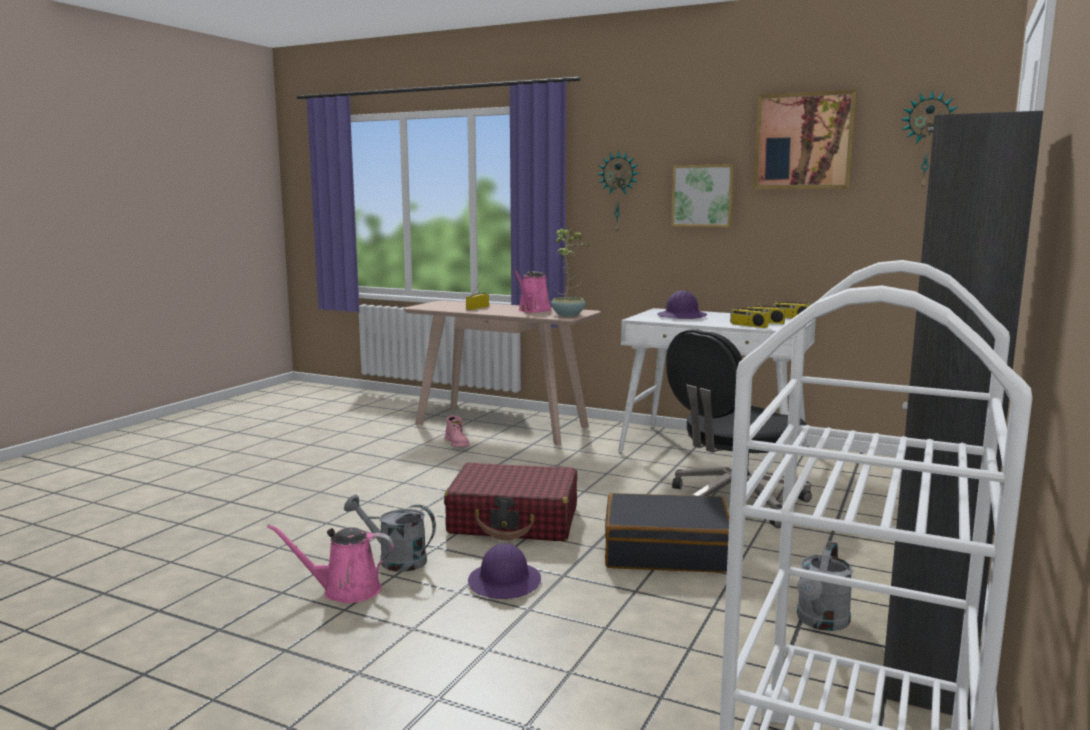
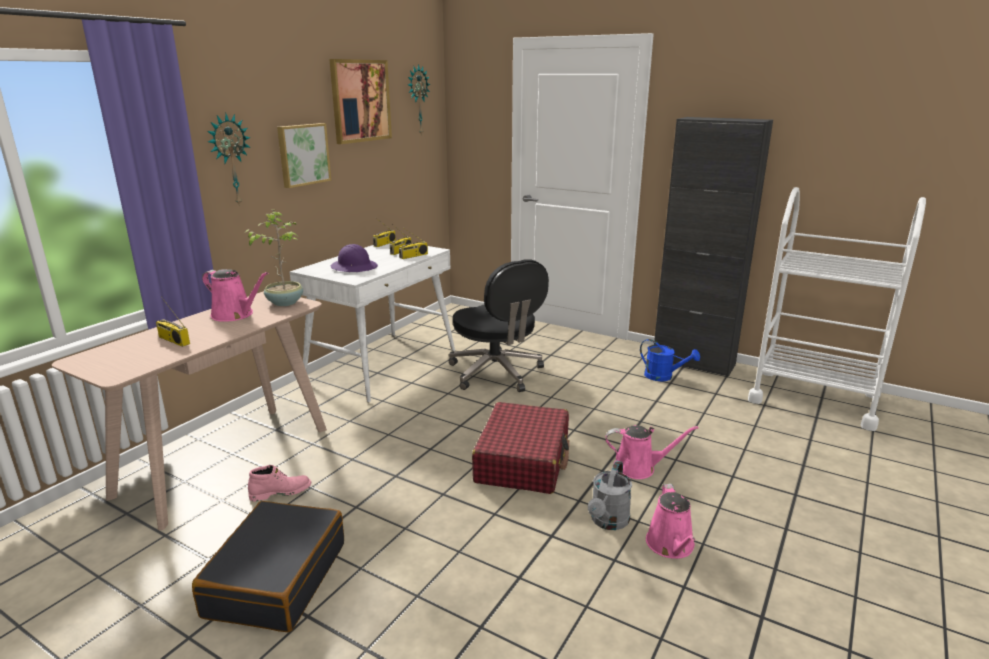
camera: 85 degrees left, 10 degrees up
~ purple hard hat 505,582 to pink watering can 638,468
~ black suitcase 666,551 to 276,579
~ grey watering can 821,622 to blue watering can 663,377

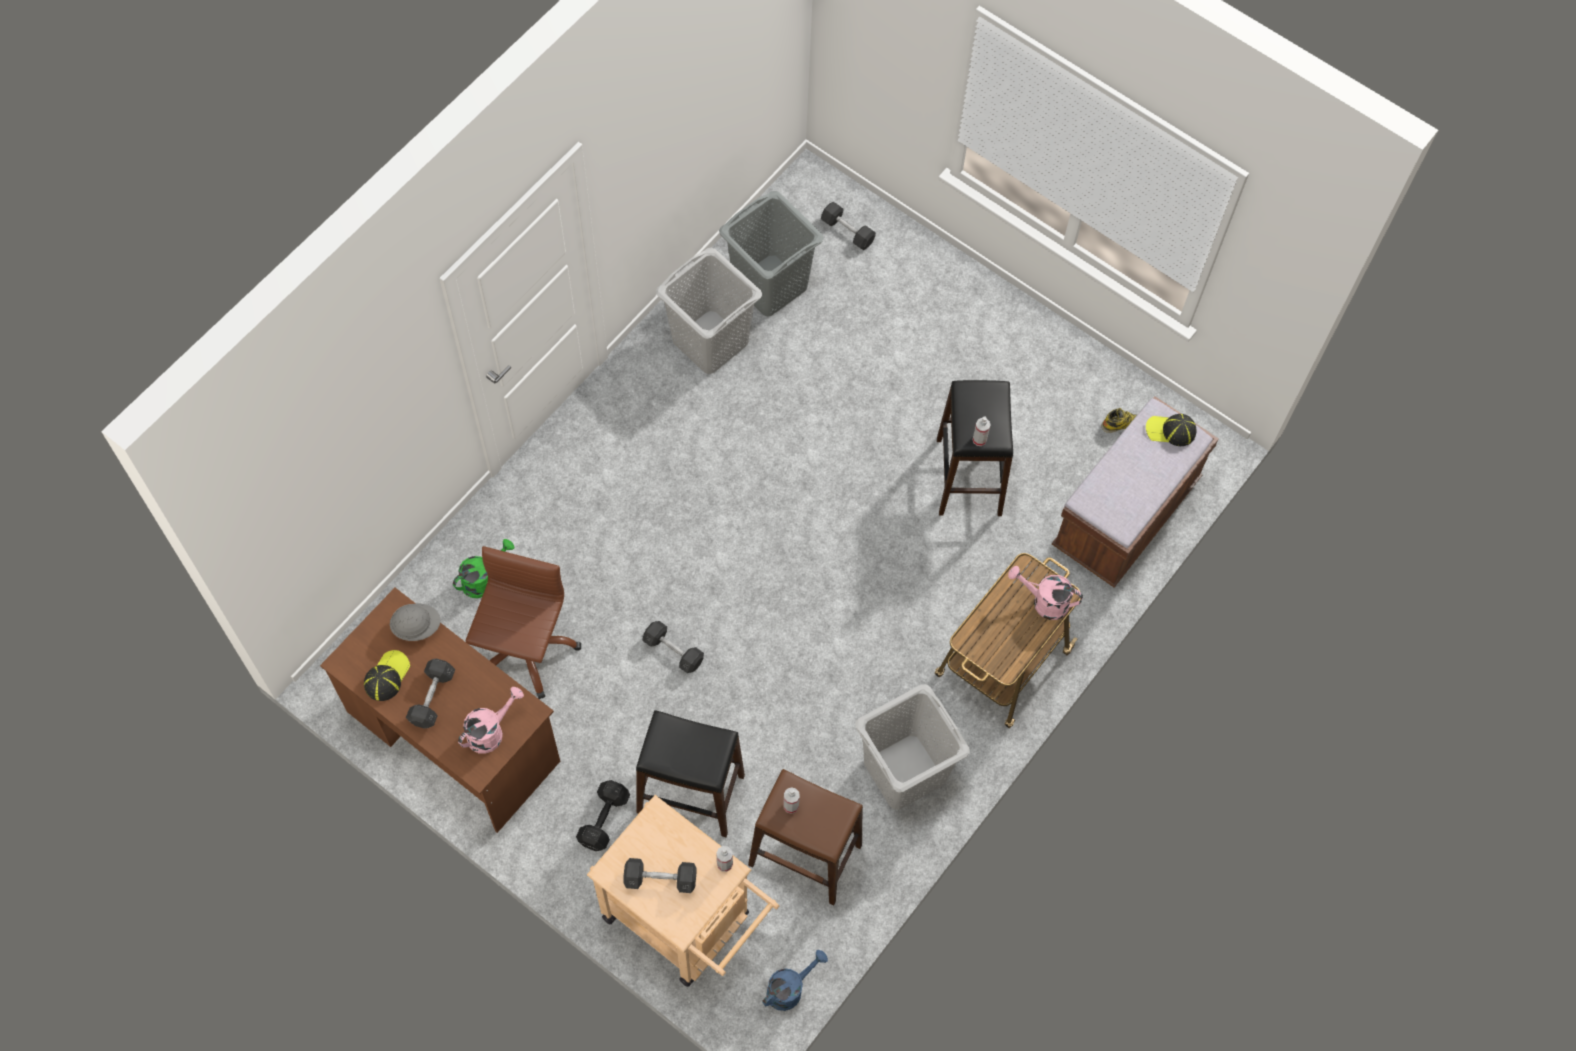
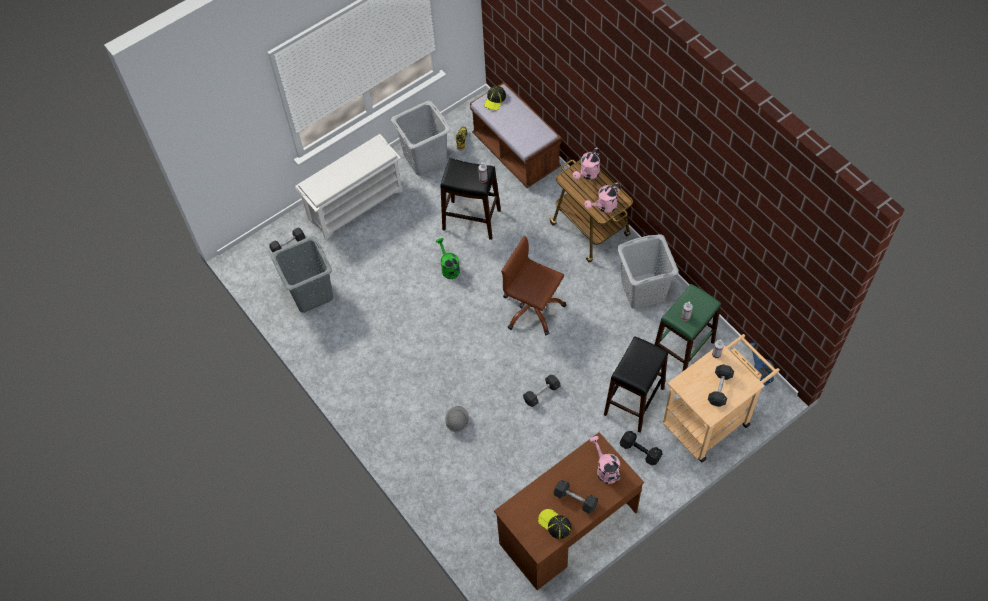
camera: 70 degrees left, 5 degrees down
~ grey hard hat 417,626 to 457,422
~ green watering can 483,579 to 449,267
~ brown office chair 524,649 to 532,309
~ grey laundry basket 710,342 to 425,159
~ brown stool 805,855 to green stool 682,349
+ white shoe rack 356,204
+ pink watering can 604,207

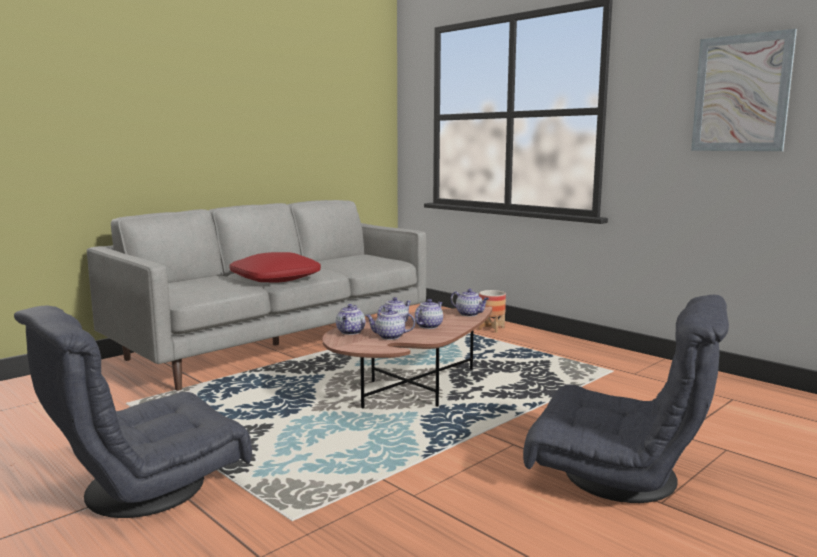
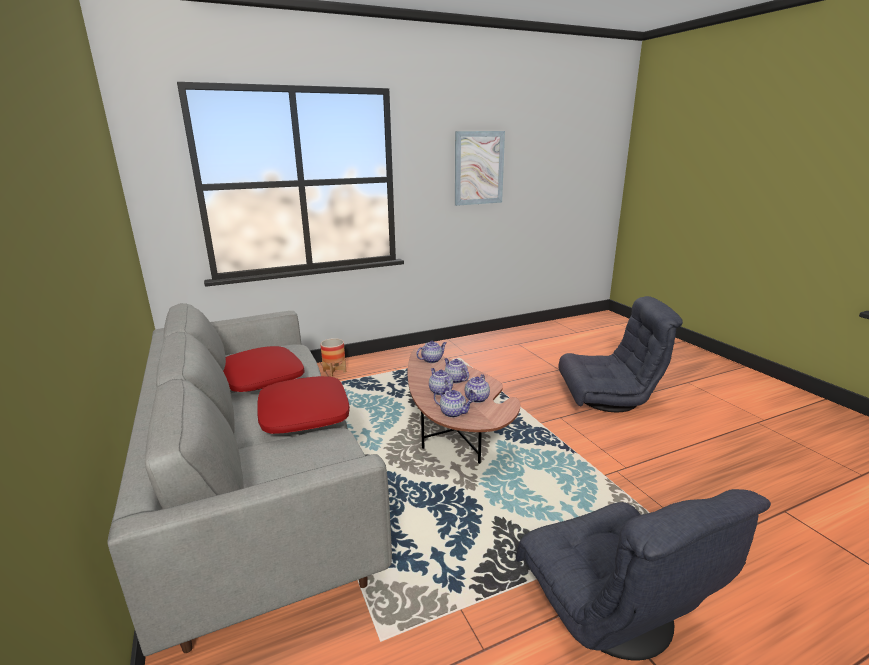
camera: 70 degrees left, 10 degrees up
~ grey armchair 618,478 = 608,399 45 degrees clockwise
+ red pillow 261,378

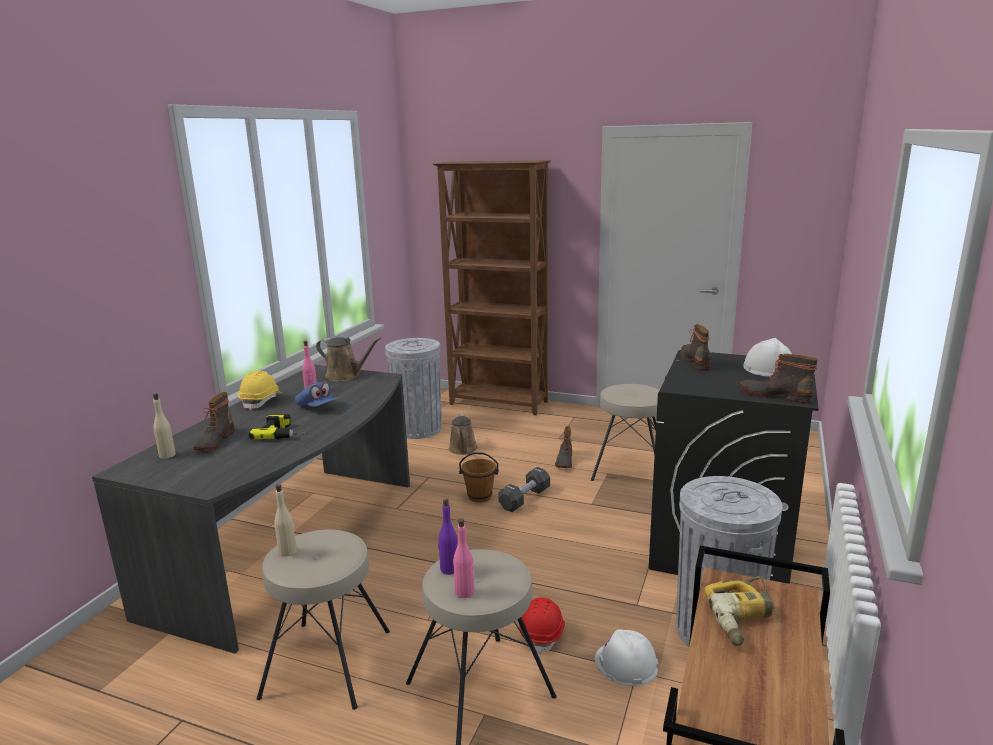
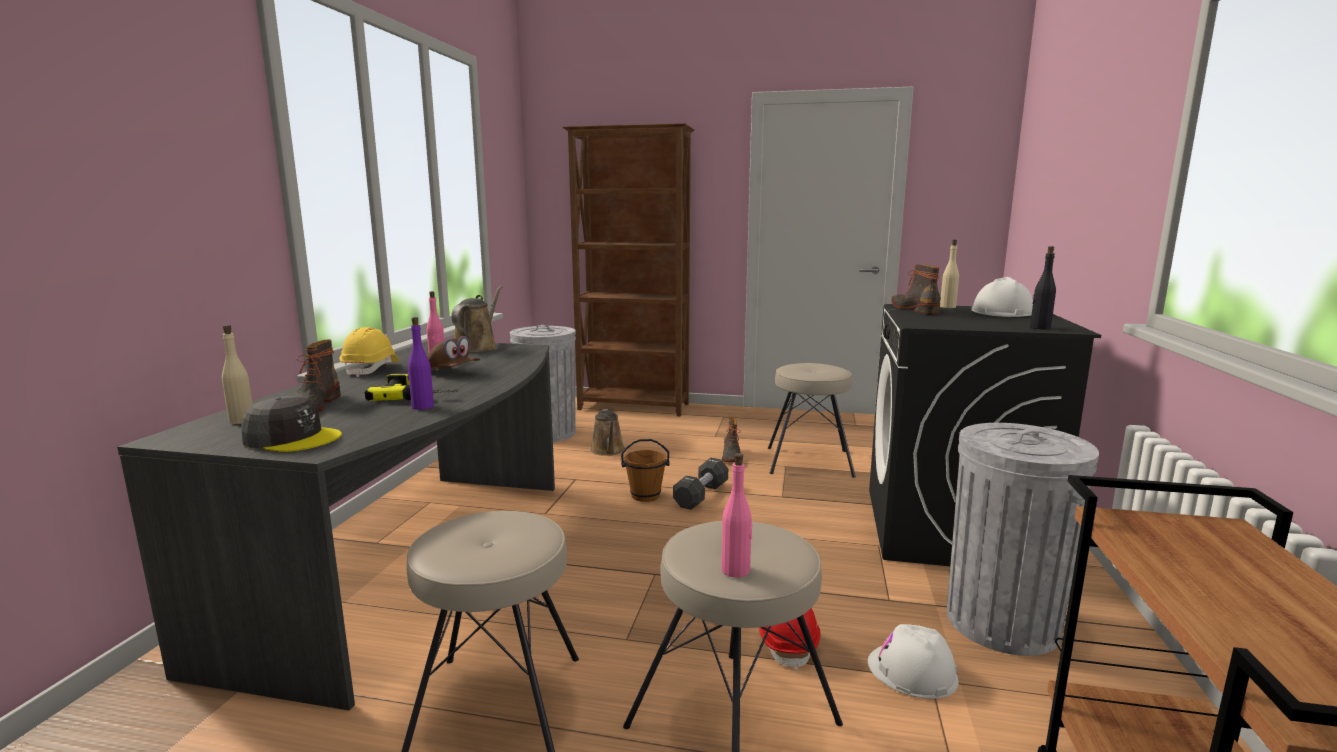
camera: 10 degrees left, 5 degrees down
~ beige bottle 288,551 to 947,307
~ blue cap 317,407 to brown cap 451,372
~ brown watering can 345,376 = 477,347 90 degrees counterclockwise
~ purple bottle 449,569 to 422,406
- power drill 744,618
~ boot 775,395 to black bottle 1039,327
+ grey cap 292,438

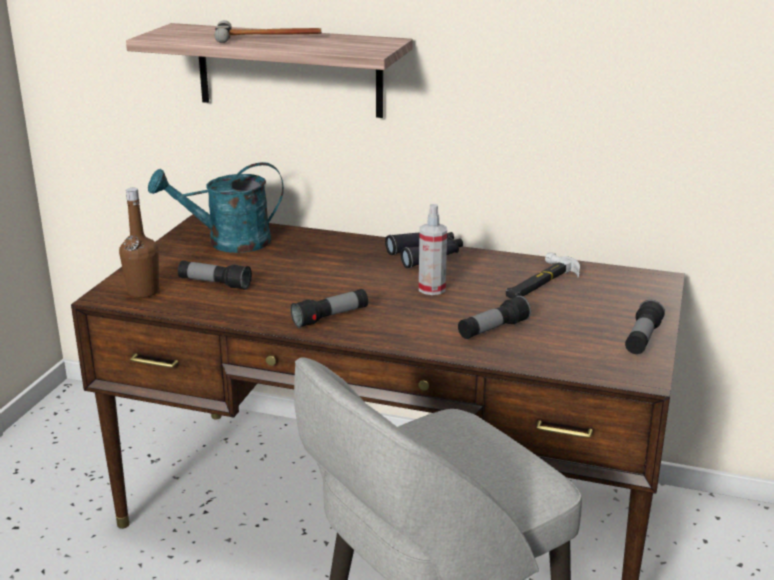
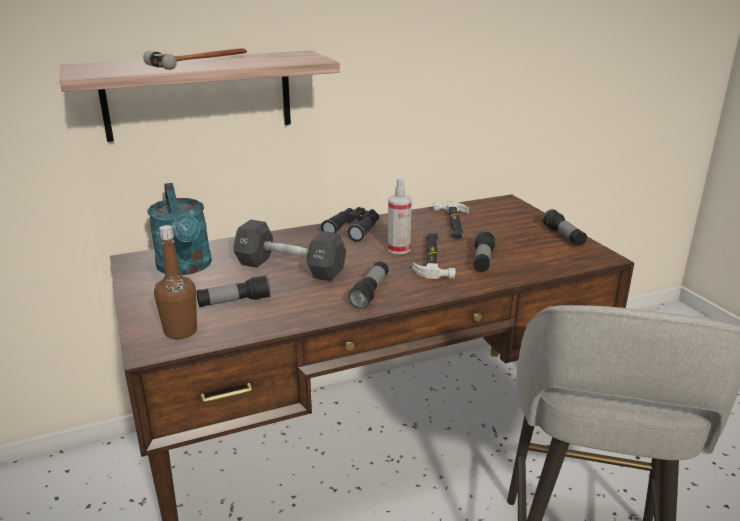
camera: 40 degrees left, 0 degrees up
~ turquoise watering can 228,242 = 186,267 60 degrees counterclockwise
+ black dumbbell 290,268
+ hammer 433,259

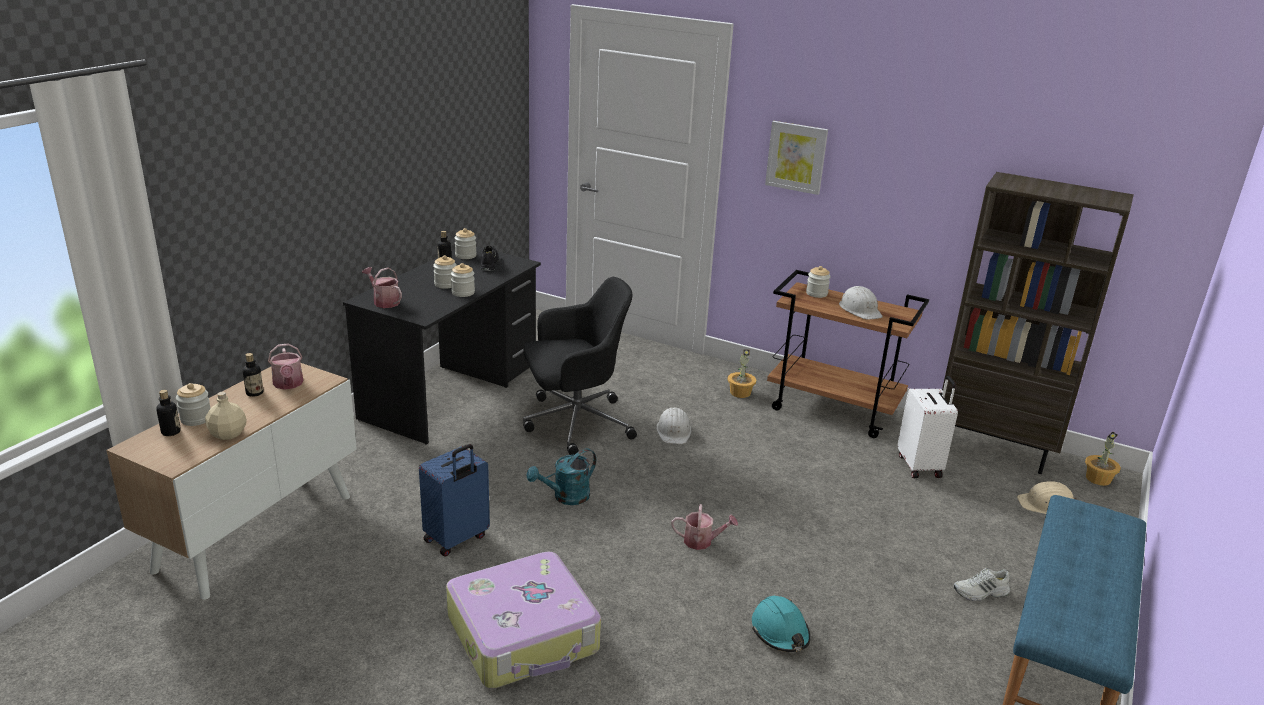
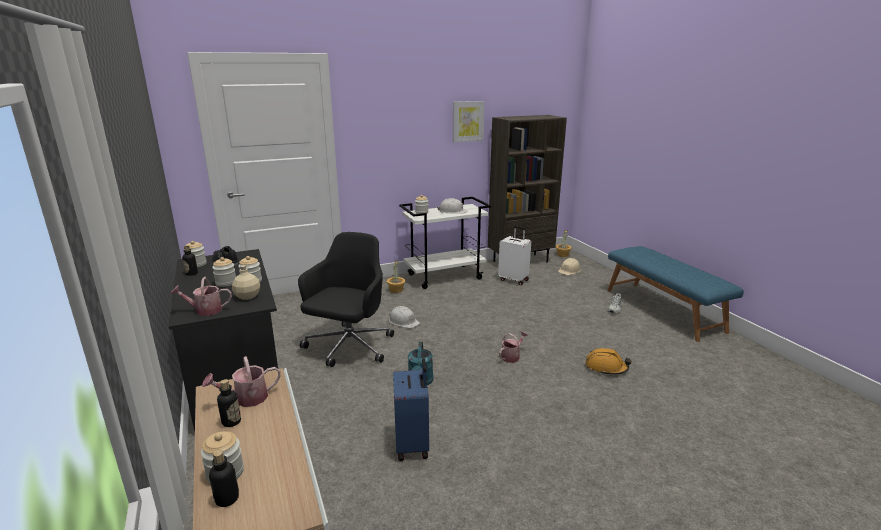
camera: 50 degrees left, 5 degrees down
~ beige bottle 228,434 to 247,296
~ watering can 288,384 = 246,399 135 degrees clockwise
- suitcase 524,635
~ turquoise hard hat 780,632 to orange hard hat 606,367
~ picture 796,157 to 467,121
~ brown cart 834,409 to white cart 445,276

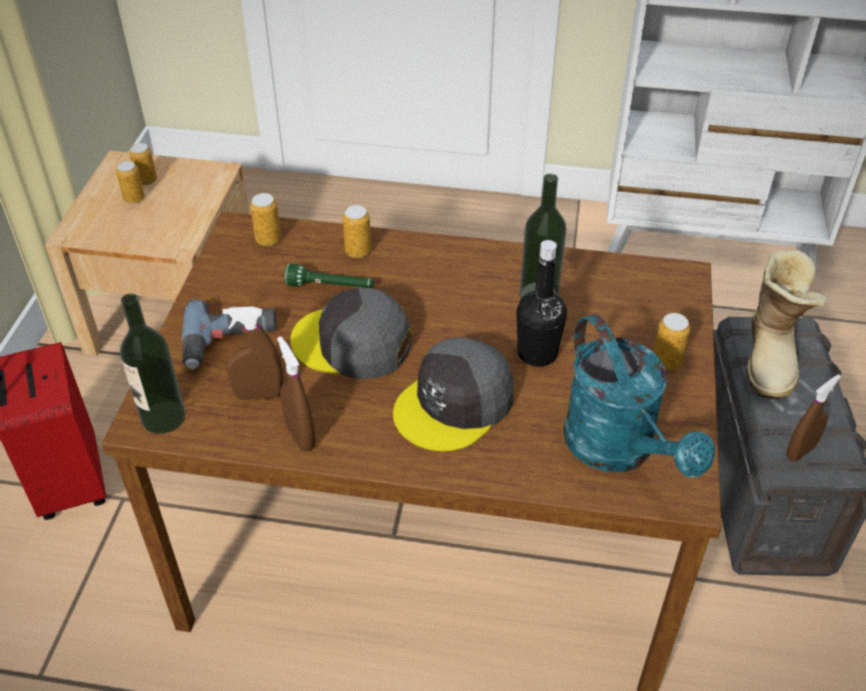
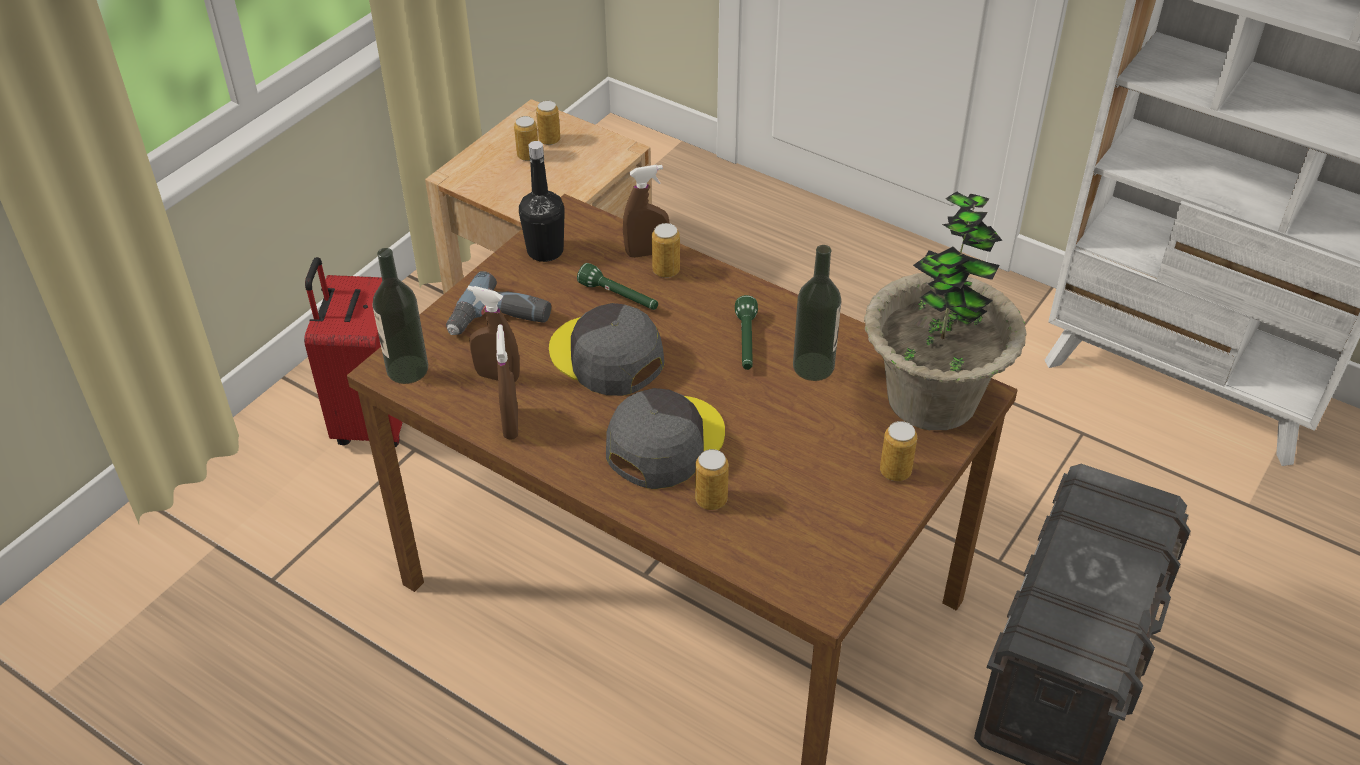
camera: 25 degrees right, 0 degrees up
~ can 268,239 to 711,500
~ grey cap 455,404 = 664,443 150 degrees clockwise
~ black bottle 537,353 to 545,251
- turquoise watering can 619,450
- boot 772,356
~ brown spray bottle 800,451 to 646,252
+ green flashlight 746,342
+ potted plant 932,398

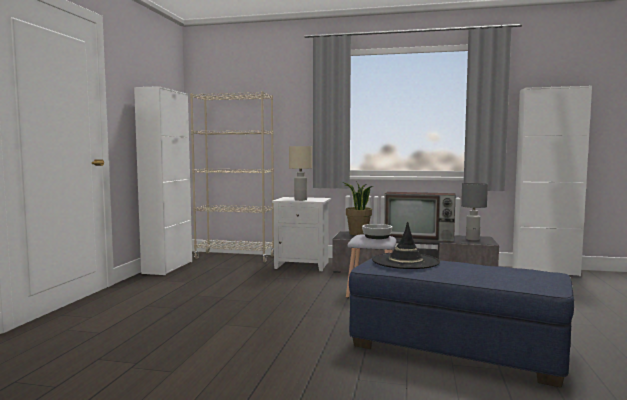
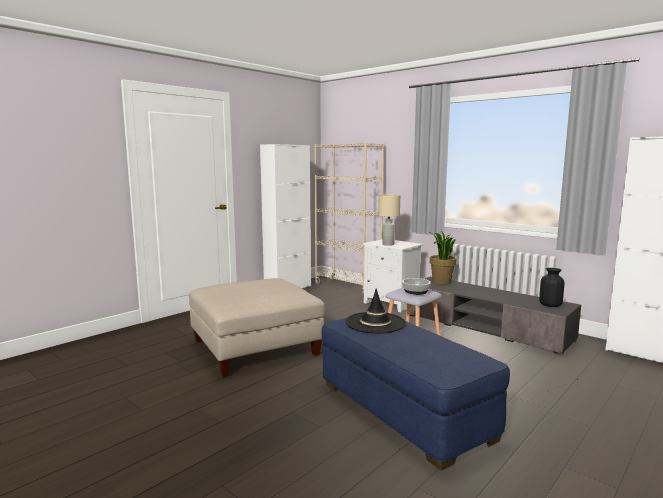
camera: 30 degrees right, 5 degrees up
- television 420,237
~ grey table lamp 473,239 to black vase 550,305
+ beige ottoman 255,347

